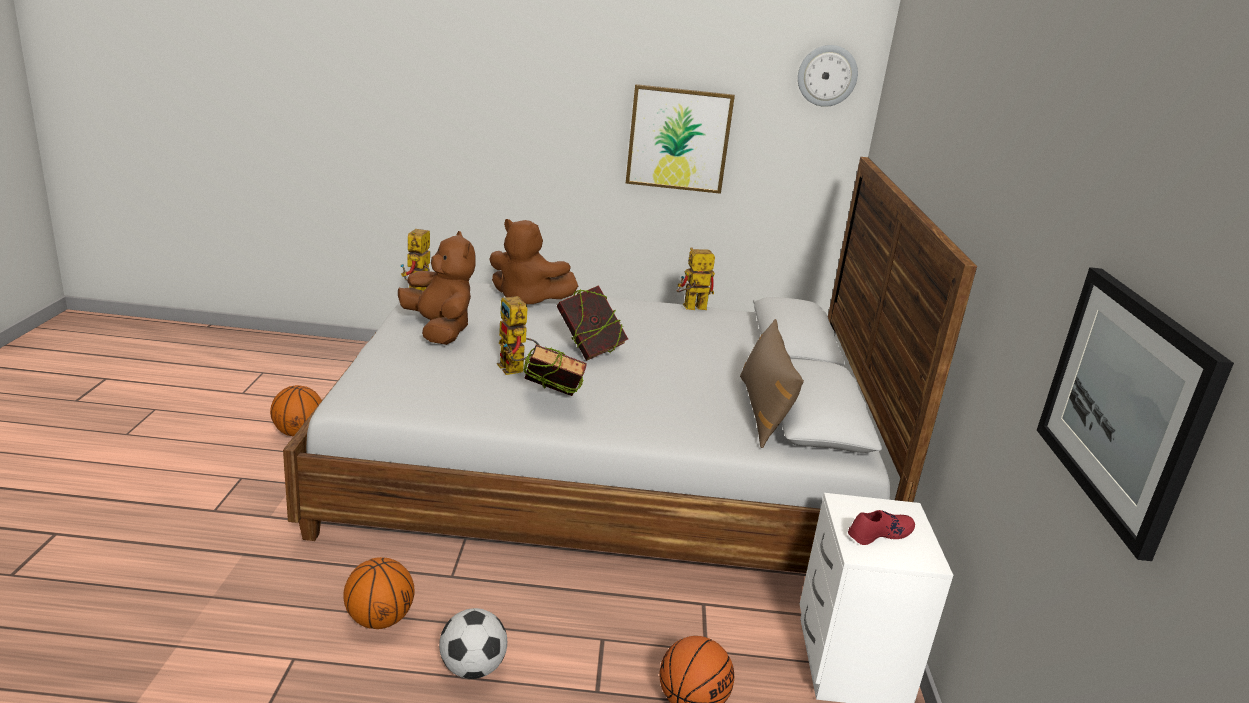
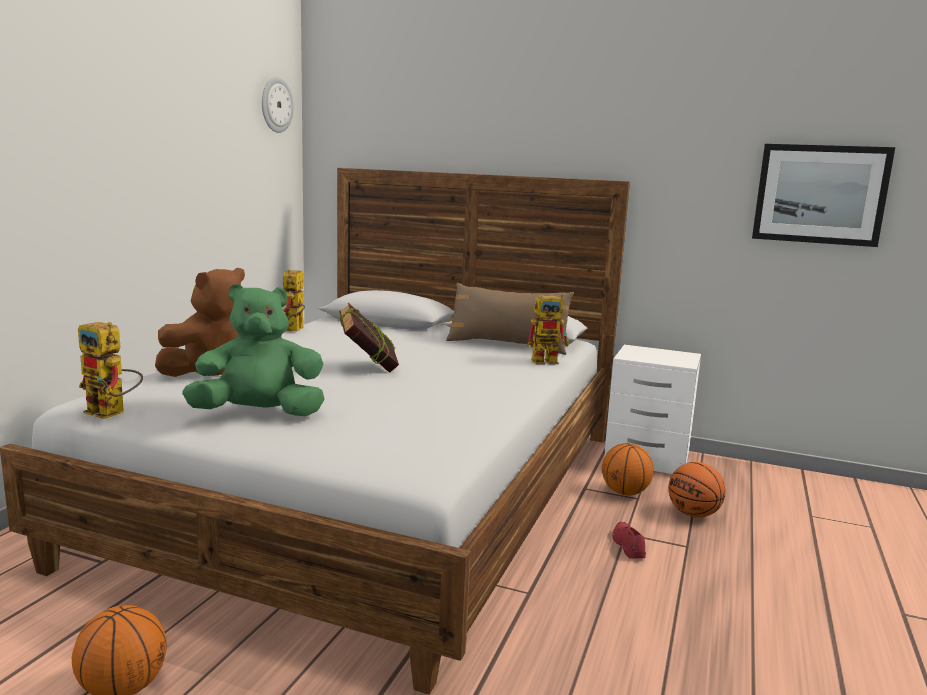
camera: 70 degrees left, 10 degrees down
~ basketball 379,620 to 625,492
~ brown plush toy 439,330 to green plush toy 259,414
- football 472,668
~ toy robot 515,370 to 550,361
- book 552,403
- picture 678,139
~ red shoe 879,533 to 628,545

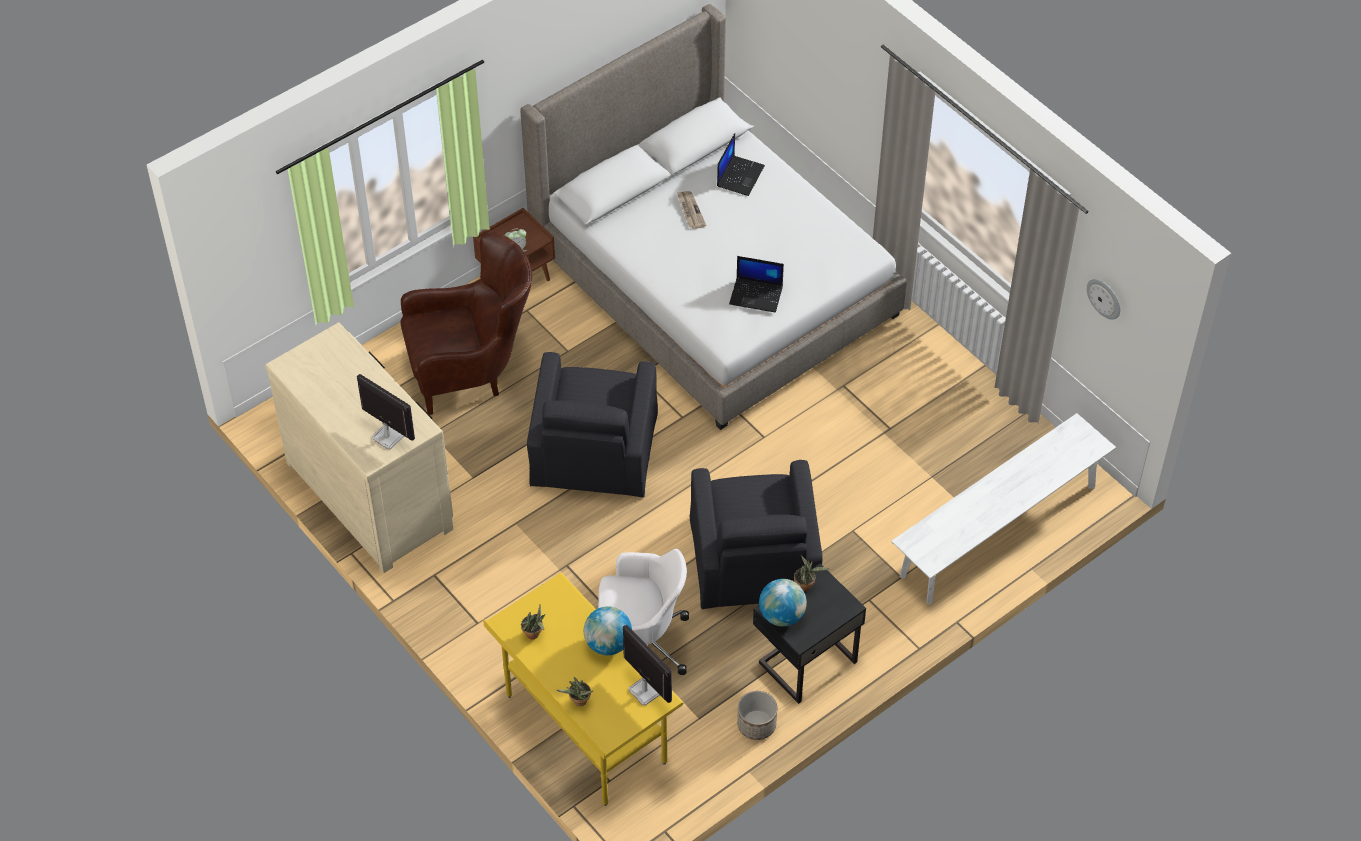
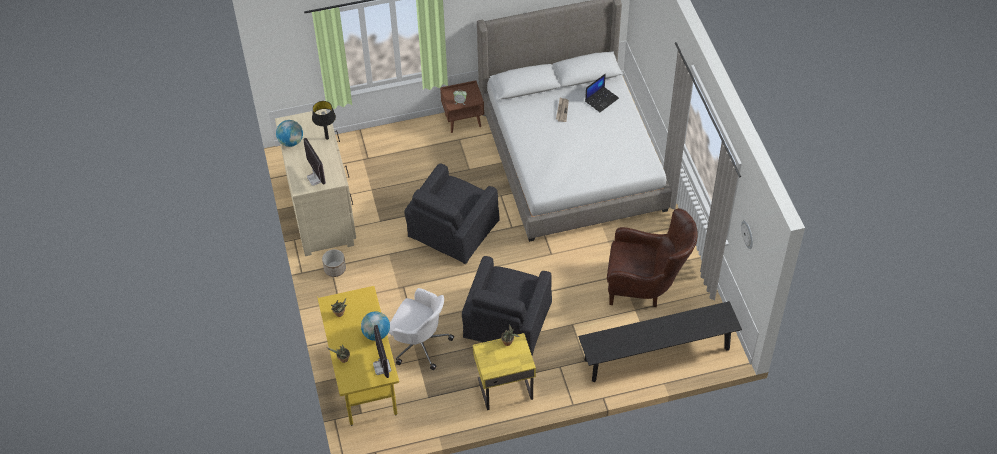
camera: 25 degrees right, 0 degrees up
~ brown armchair 471,372 to 646,287
- laptop 757,295
~ planter 756,725 to 334,269
~ black nightstand 805,661 to yellow nightstand 504,388
~ globe 782,615 to 291,142
~ white bench 998,531 to black bench 657,354
+ black table lamp 327,138

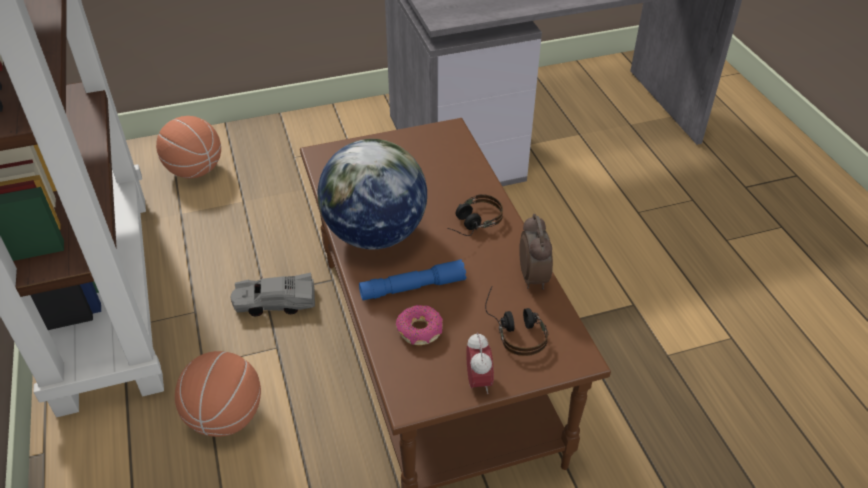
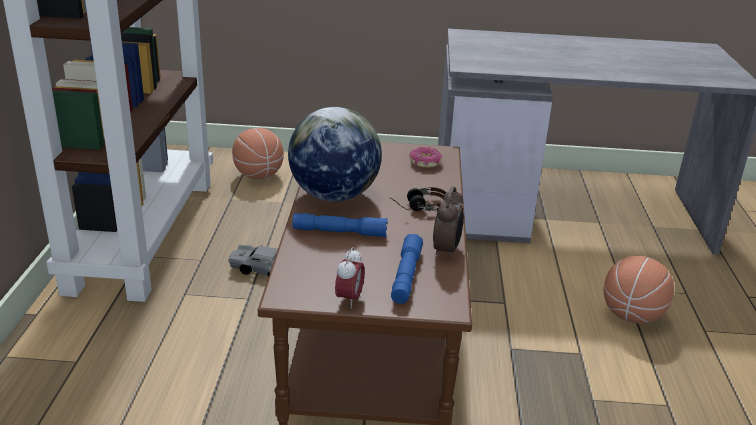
camera: 20 degrees right, 15 degrees down
~ basketball 225,416 to 632,315
~ donut 419,331 to 425,163
~ headphones 515,328 to blue flashlight 406,276

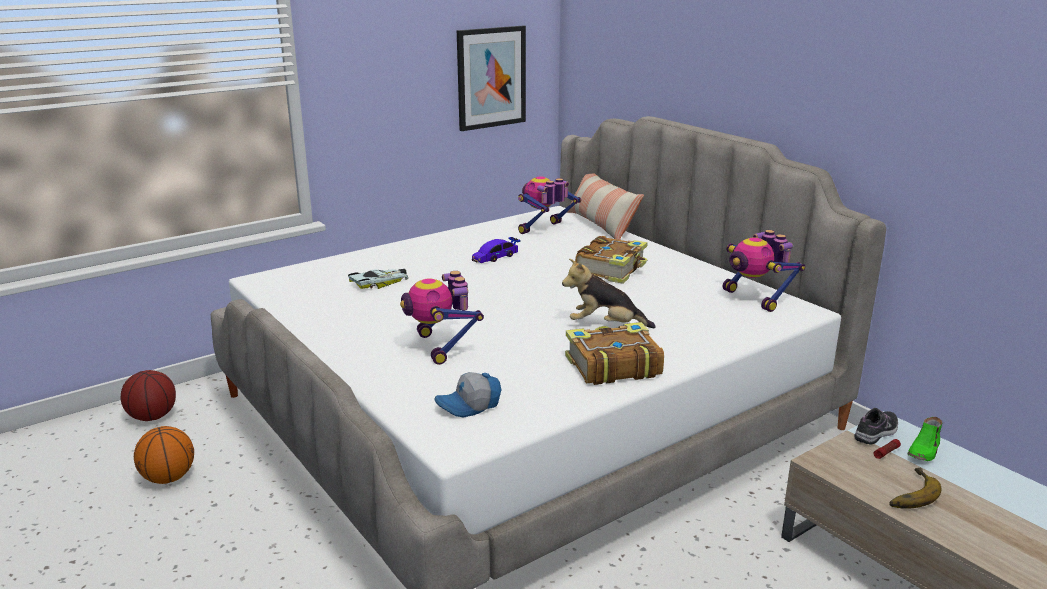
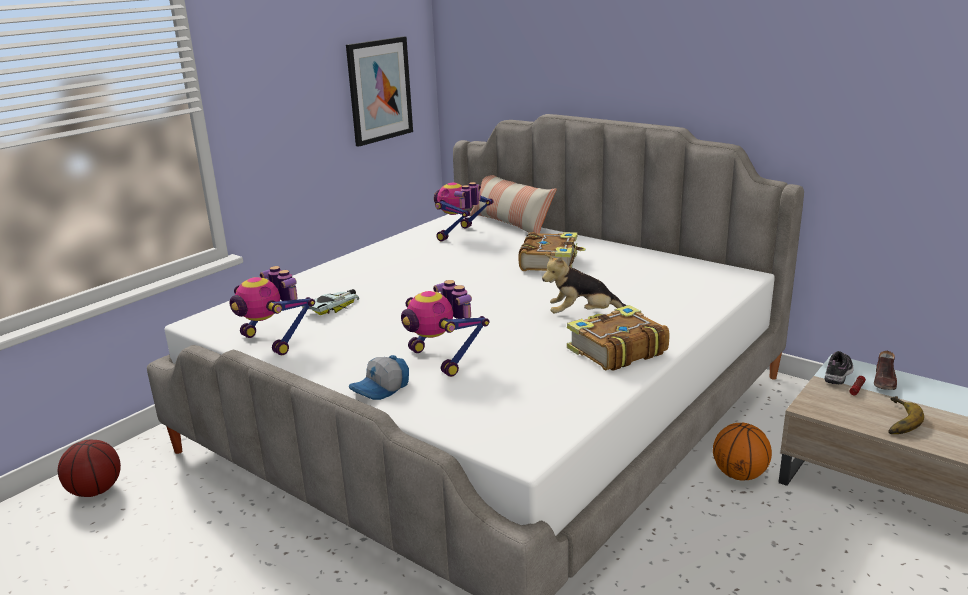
camera: 15 degrees left, 0 degrees up
~ basketball 169,478 to 739,475
~ cap 469,406 to 381,389
- toy car 495,257
~ toy robot 755,298 to 273,341
~ green shoe 924,450 to brown shoe 884,381

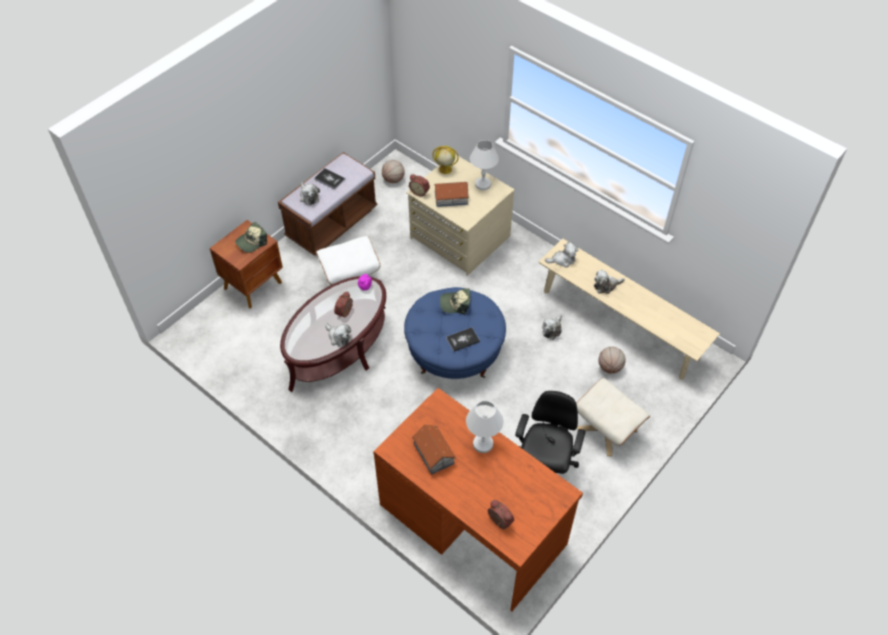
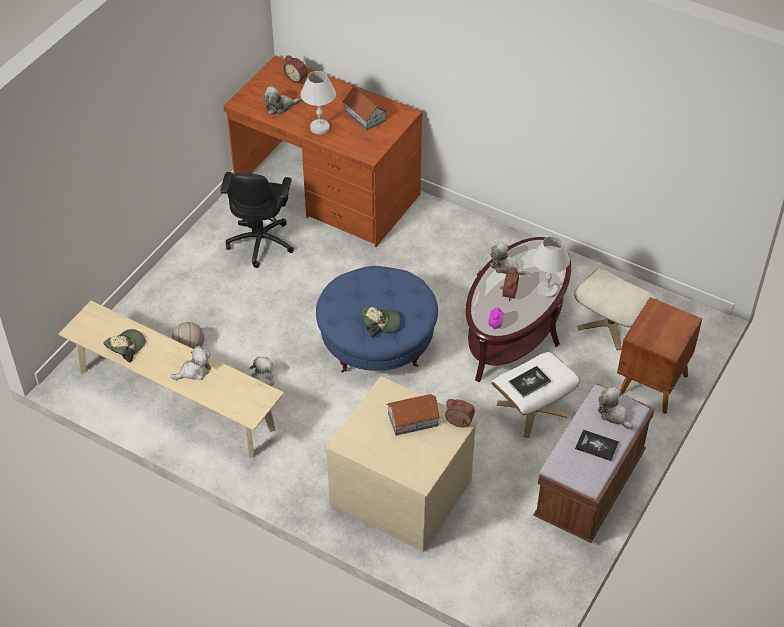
camera: 170 degrees right, 5 degrees down
~ cap 252,241 to 126,347
- basketball 393,179
- globe 445,169
~ book 462,340 to 529,382
~ white table lamp 483,184 to 546,290
~ plush toy 562,260 to 280,107
~ beige ottoman 607,429 to 610,324

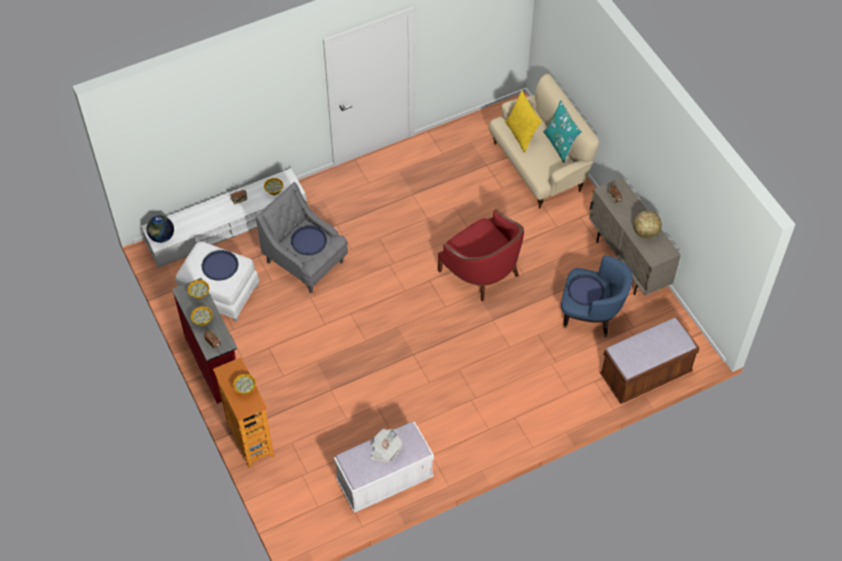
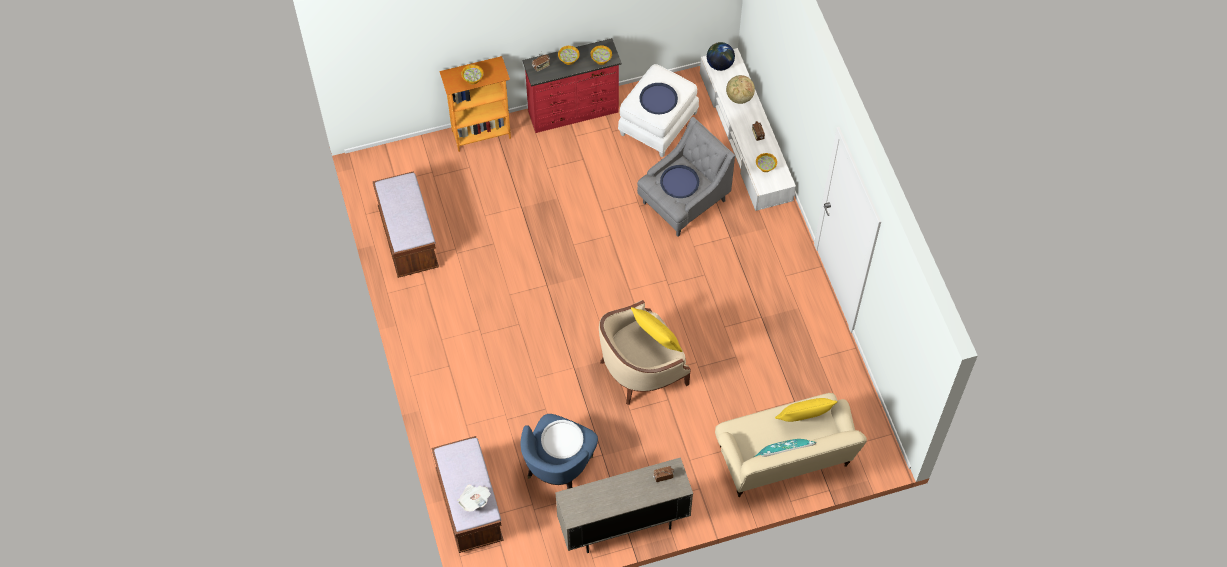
camera: 100 degrees right, 5 degrees up
~ white bench 385,480 to brown bench 408,239
~ newspaper 385,450 to 474,500
~ red armchair 481,271 to beige armchair 641,368
~ blue tray 586,290 to white tray 562,439
~ globe 645,233 to 739,97
+ yellow pillow 656,341

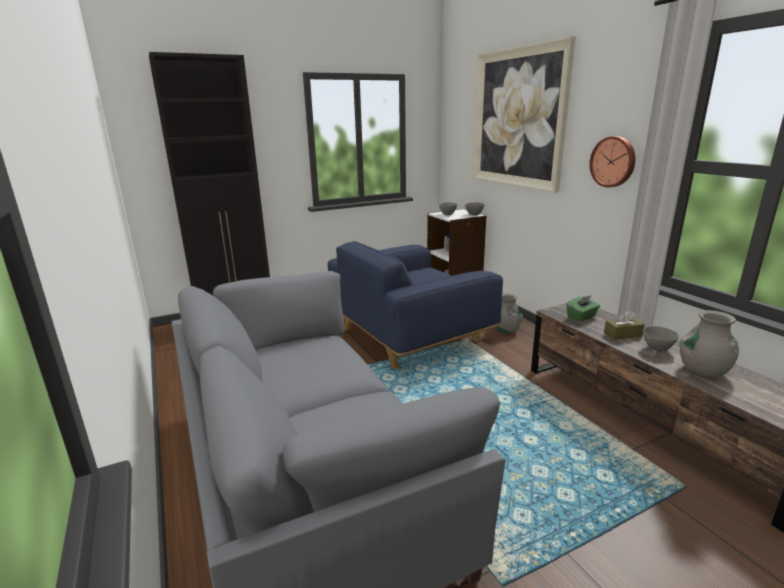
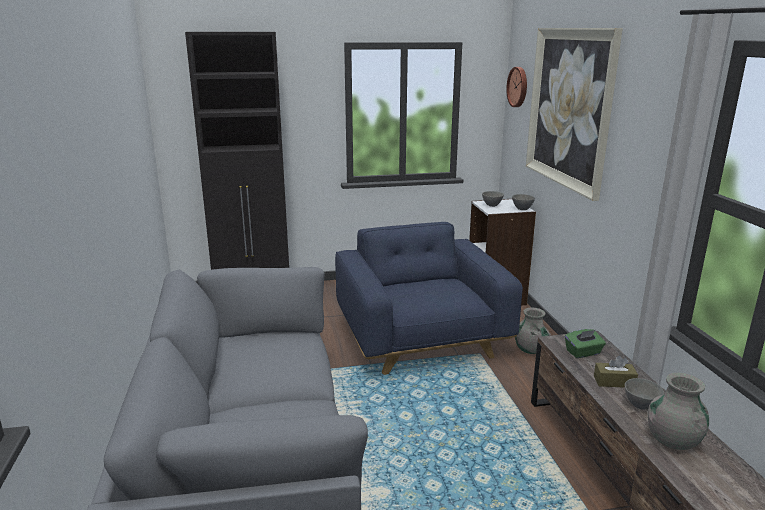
camera: 15 degrees right, 0 degrees up
~ blue armchair 410,335 = 420,339 90 degrees clockwise
~ wall clock 613,162 to 518,87

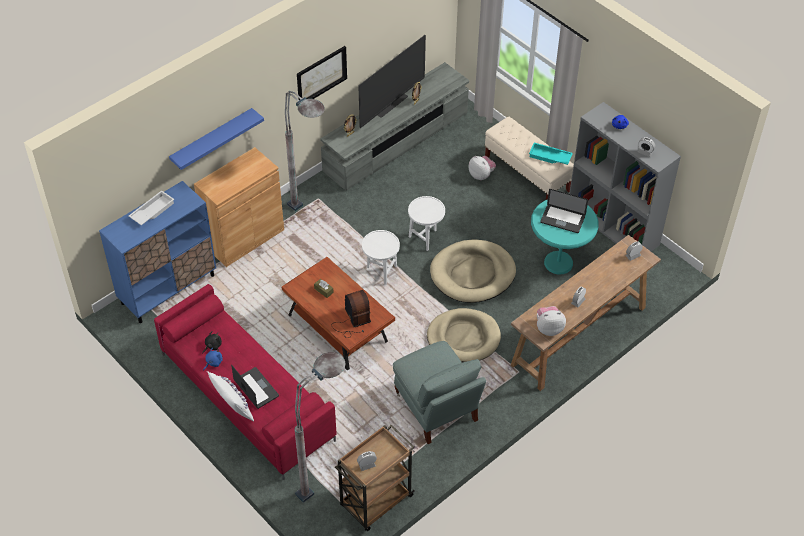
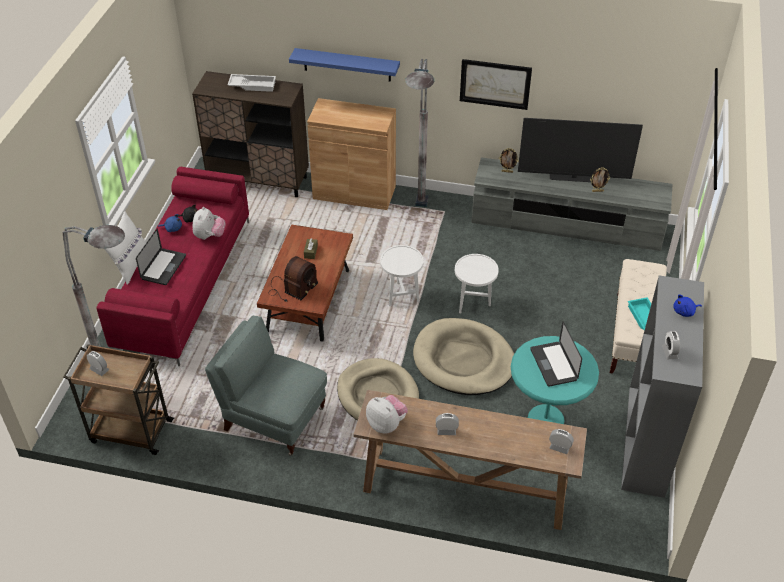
camera: 55 degrees right, 5 degrees down
~ blue cabinet 168,289 to brown cabinet 259,180
~ grey armchair 436,408 = 274,418 90 degrees clockwise
~ plush toy 481,175 to 209,236

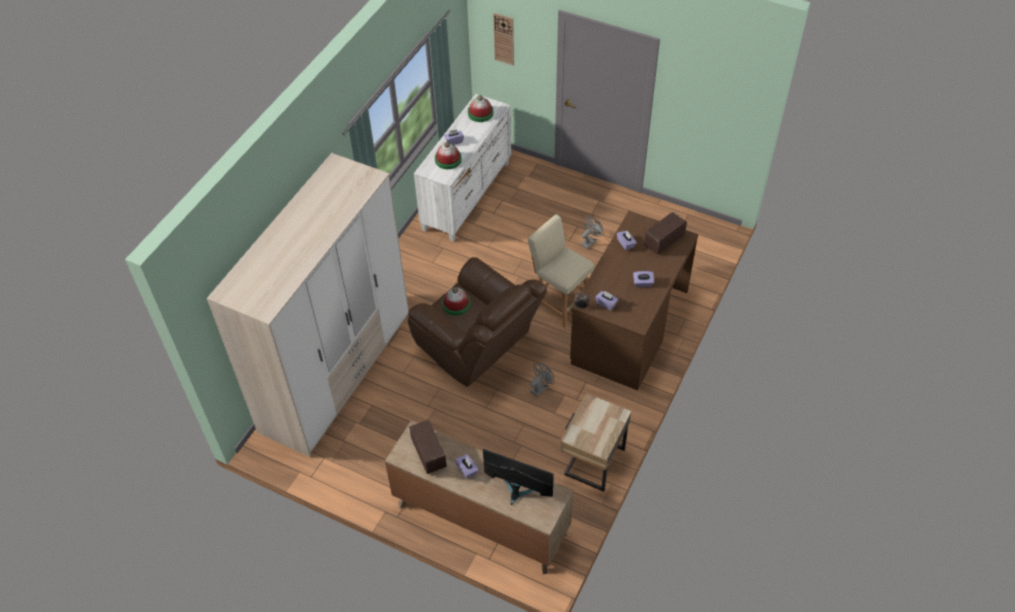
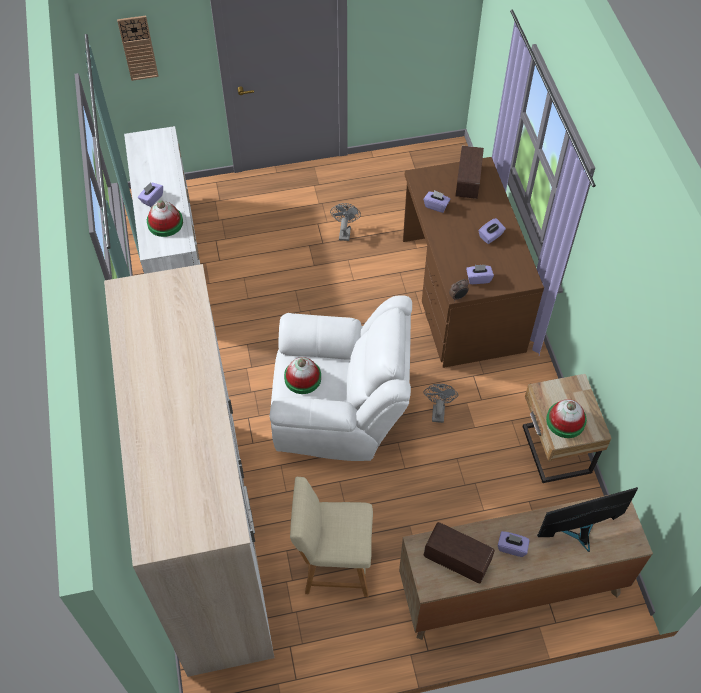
camera: 40 degrees left, 5 degrees up
~ brown armchair 478,348 to white armchair 340,412
~ hat 480,113 to 565,421
~ beige stool 559,302 to 333,564

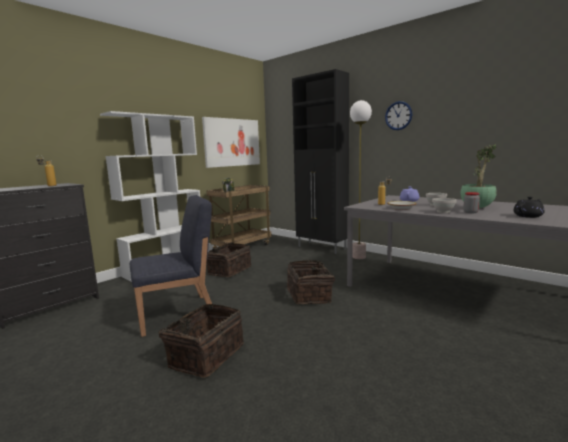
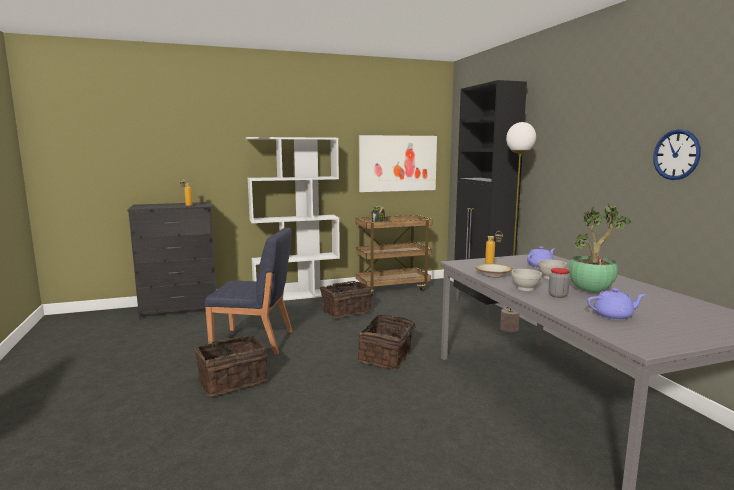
camera: 30 degrees right, 0 degrees up
~ wall clock 398,115 to 676,155
~ black teapot 528,216 to purple teapot 614,315

